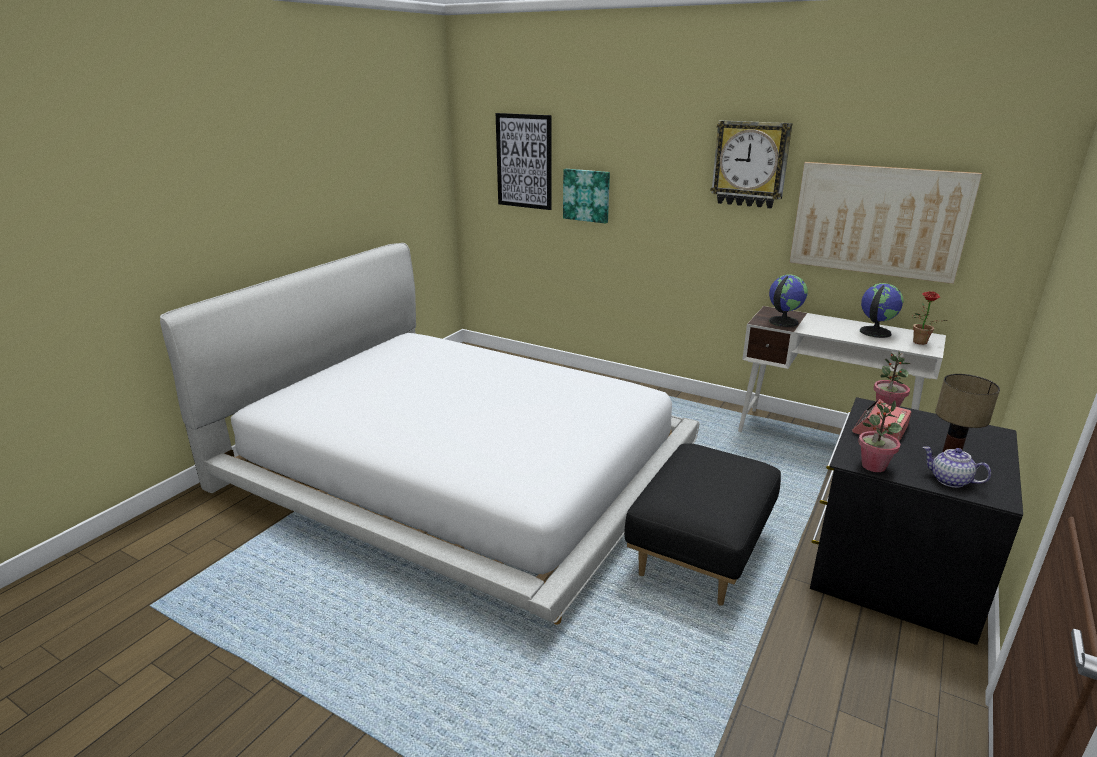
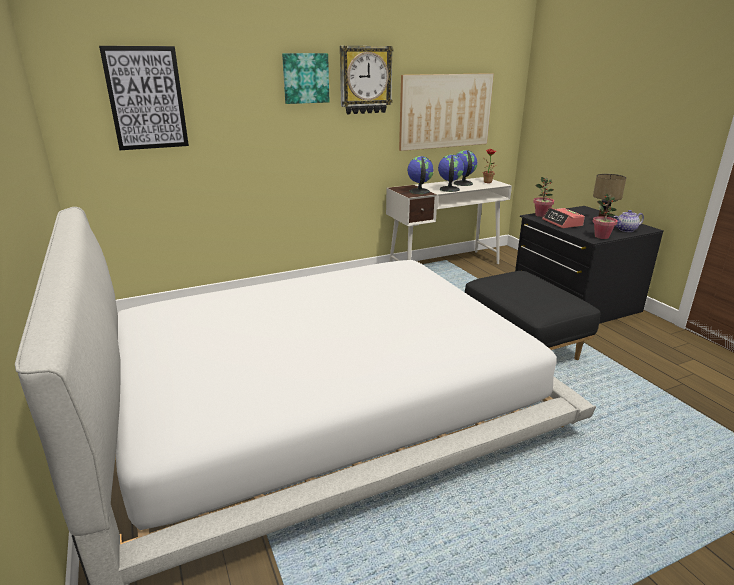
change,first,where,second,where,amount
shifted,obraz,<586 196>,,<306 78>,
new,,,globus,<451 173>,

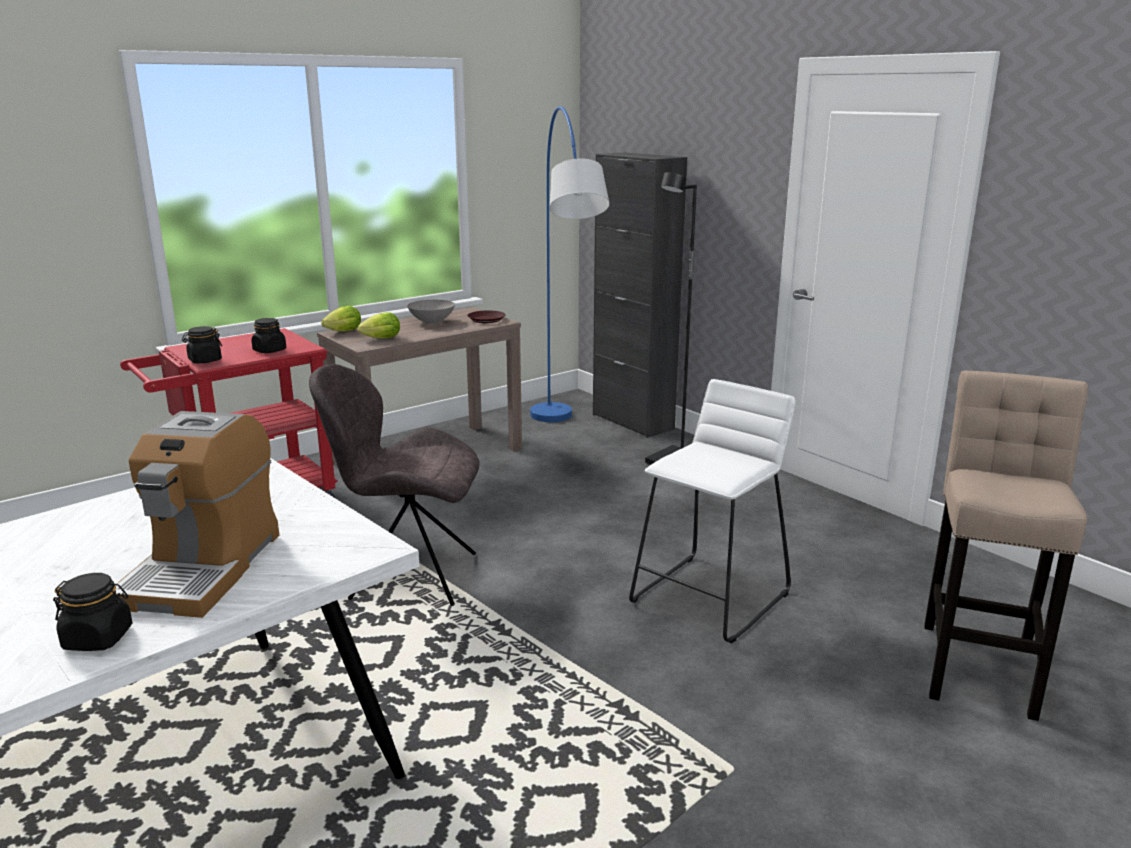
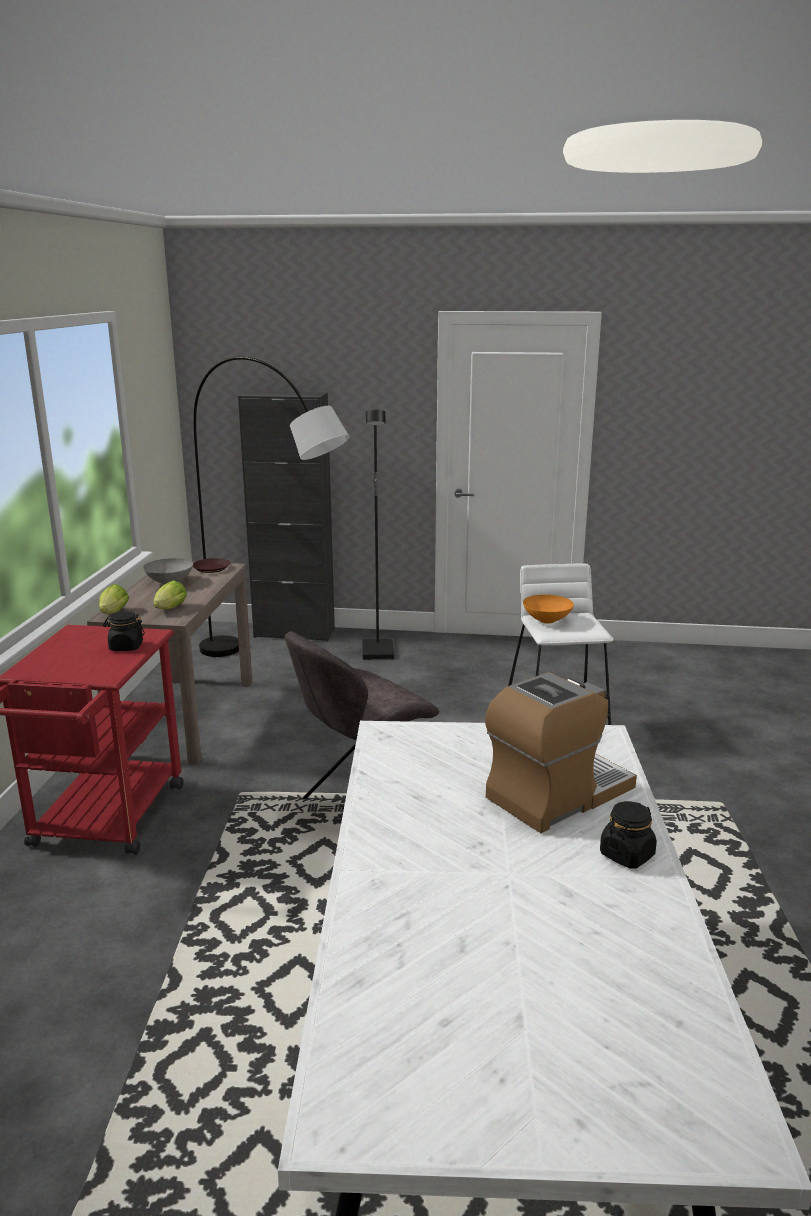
change,first,where,second,where,amount
repainted,lampa stojąca/niebieski,<570 264>,lampa stojąca/szary,<272 507>,
gone,słoik/czarny,<202 345>,,,
gone,stołek/beżowy,<1006 546>,,,
rotated,ekspres do kawy,<197 514>,,<561 752>,90 degrees counterclockwise
new,,,miska/pomarańczowy,<548 609>,

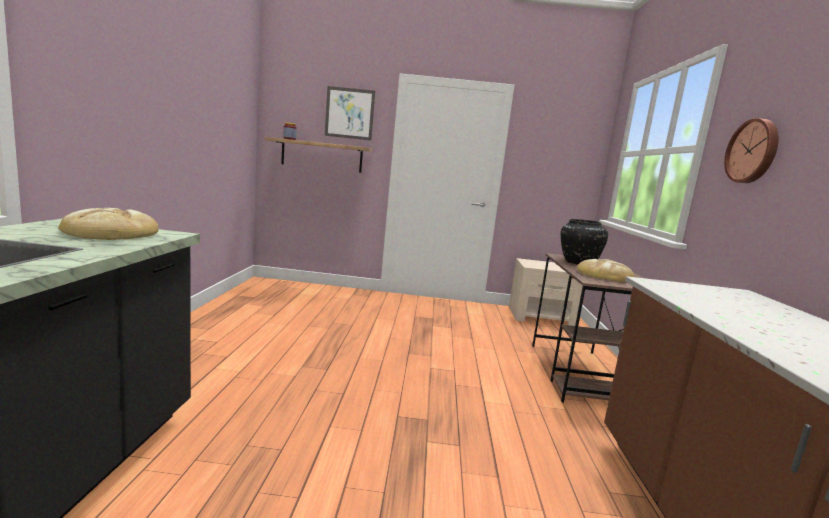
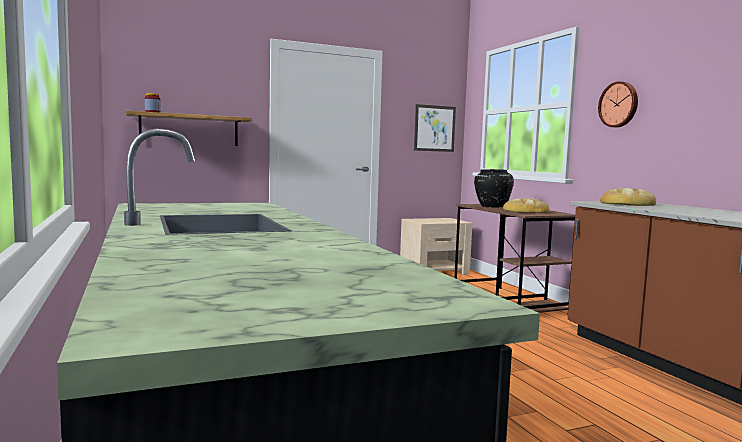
change,first,where,second,where,amount
shifted,obraz,<350 113>,,<435 128>,
shifted,chleb,<108 224>,,<628 197>,

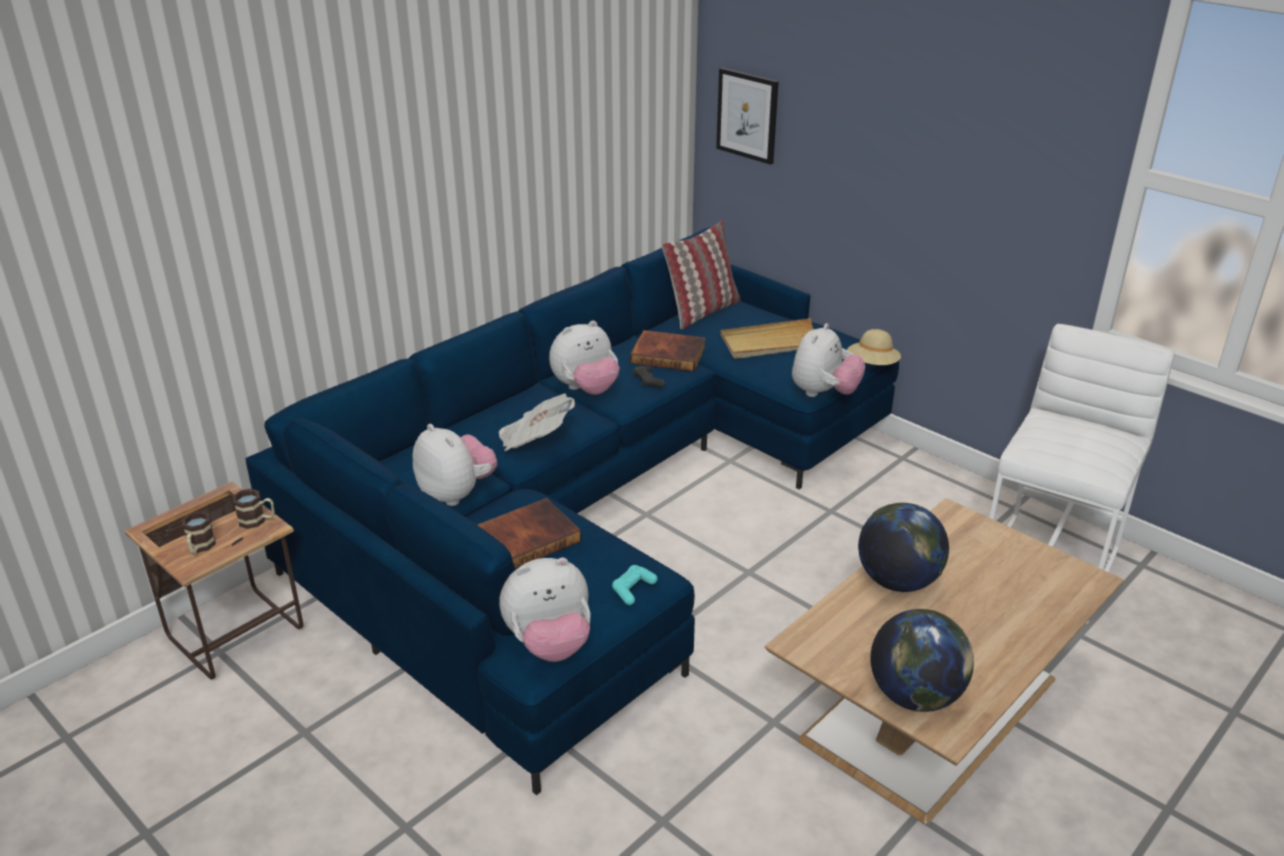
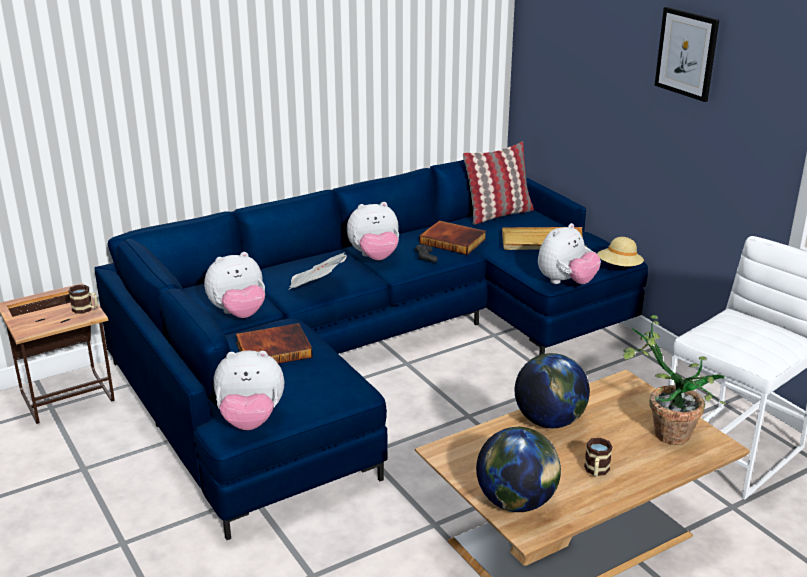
change,first,where,second,where,amount
shifted,obraz,<747 116>,,<687 54>,
rotated,pluszak,<455 465>,,<234 285>,90 degrees clockwise
shifted,kubek,<199 532>,,<598 457>,
gone,pad do gier/turkusowy,<634 585>,,,
new,,,roślina doniczkowa,<675 380>,

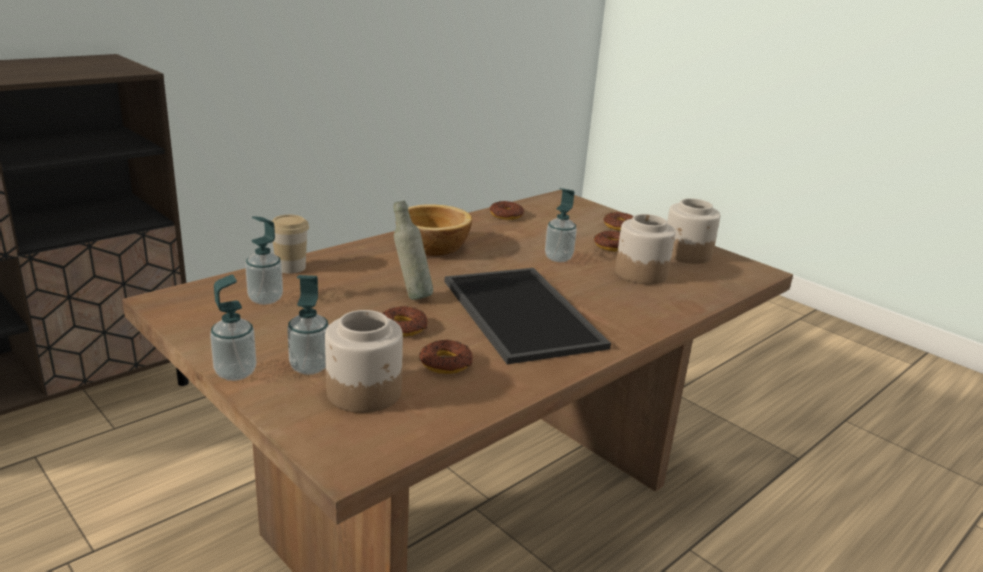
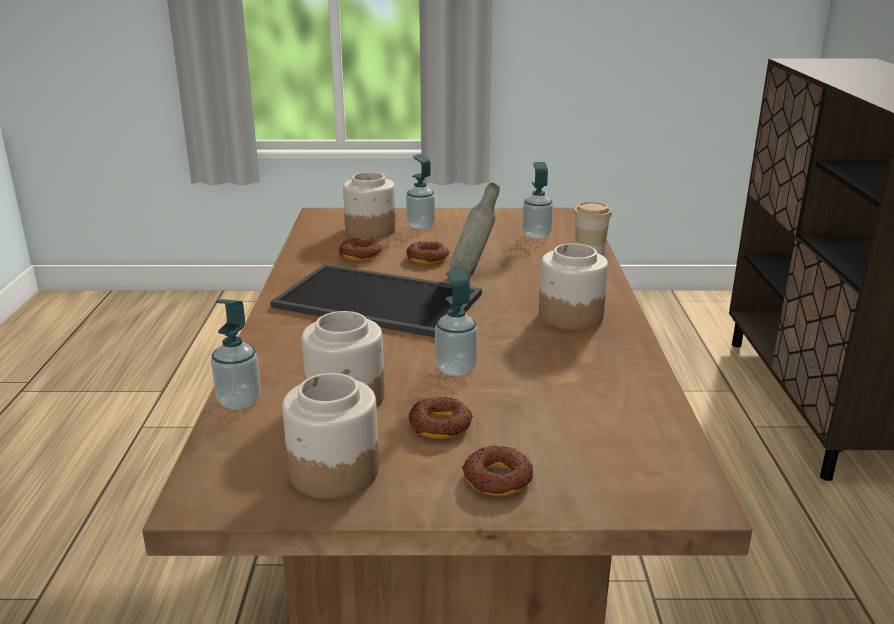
change,first,where,second,where,amount
gone,donut,<507 210>,,,
swapped,miska,<440 230>,słoik,<573 286>,
shifted,dozownik mydła,<233 328>,,<236 354>,

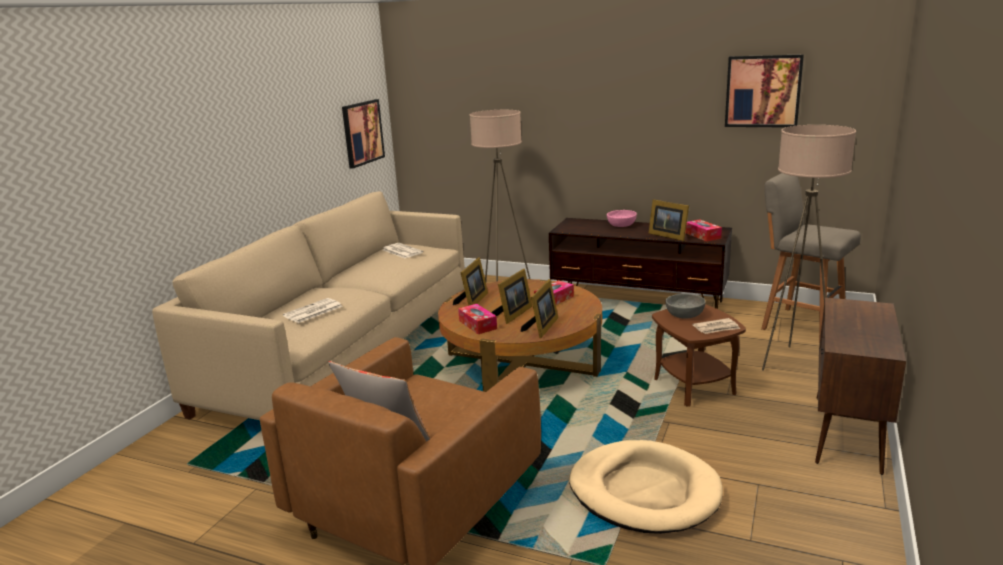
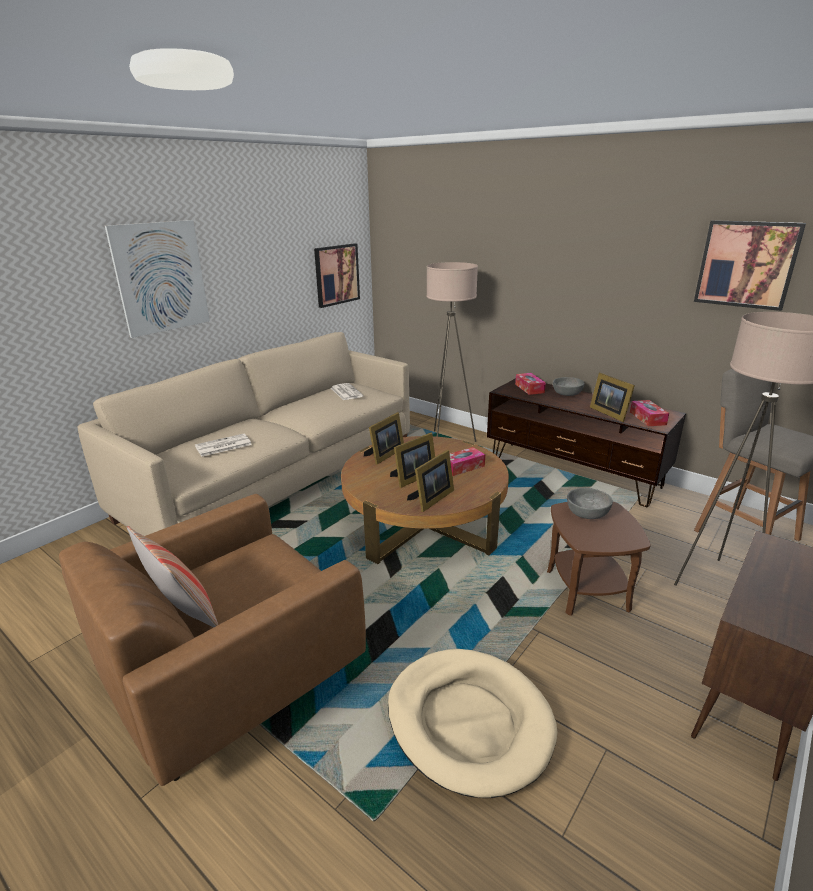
change,first,where,second,where,amount
repainted,miska/różowy,<622 218>,miska/szary,<569 386>,
shifted,pudełko chusteczek,<477 319>,,<530 384>,
gone,gazeta,<716 326>,,,
new,,,obraz,<157 279>,

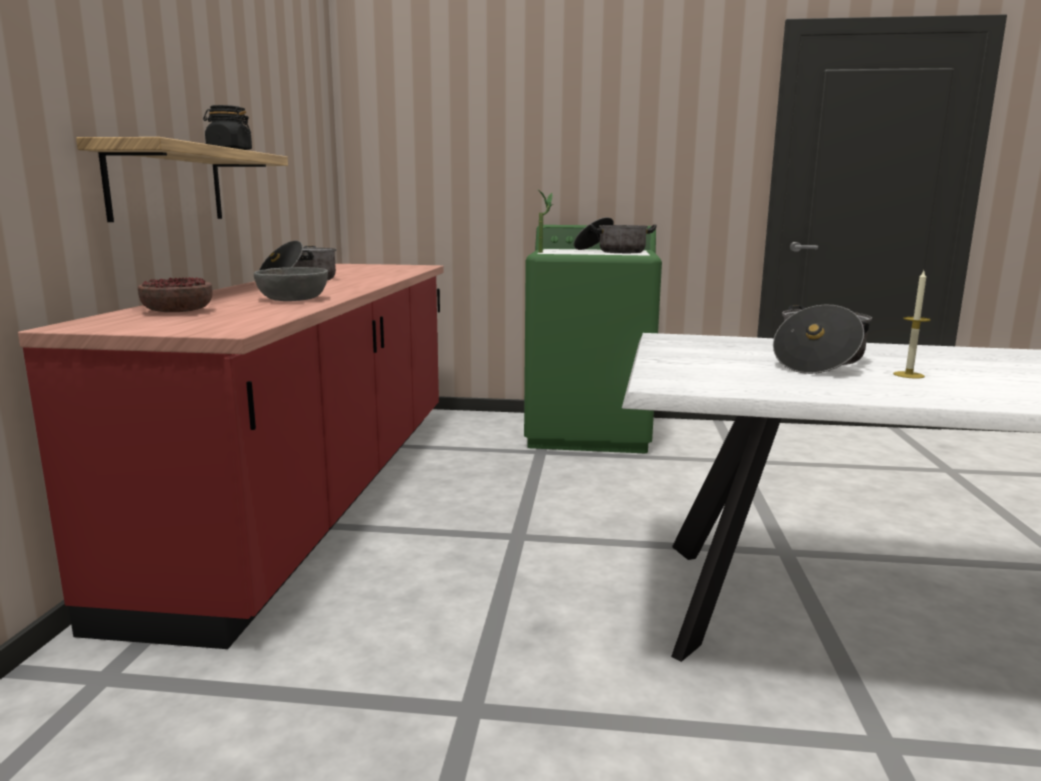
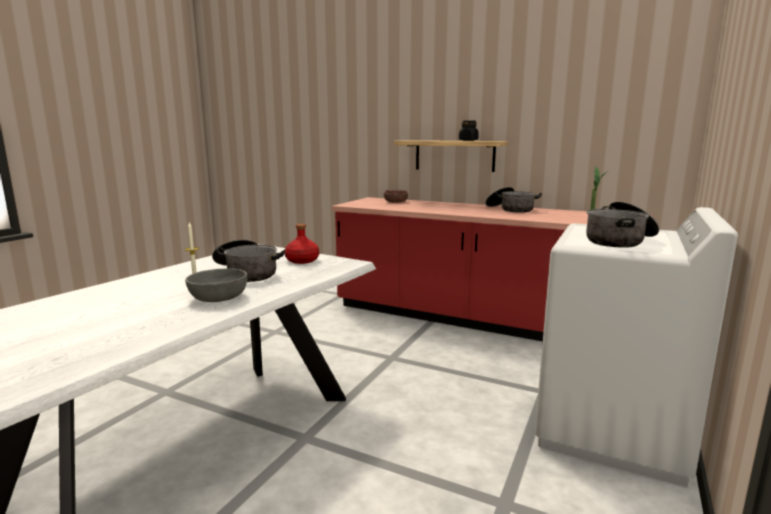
change,first,where,second,where,amount
repainted,pralka/zielony,<593 339>,pralka/biały,<636 347>,
shifted,miska/szary,<291 284>,,<216 285>,
new,,,butelka/czerwony,<302 244>,

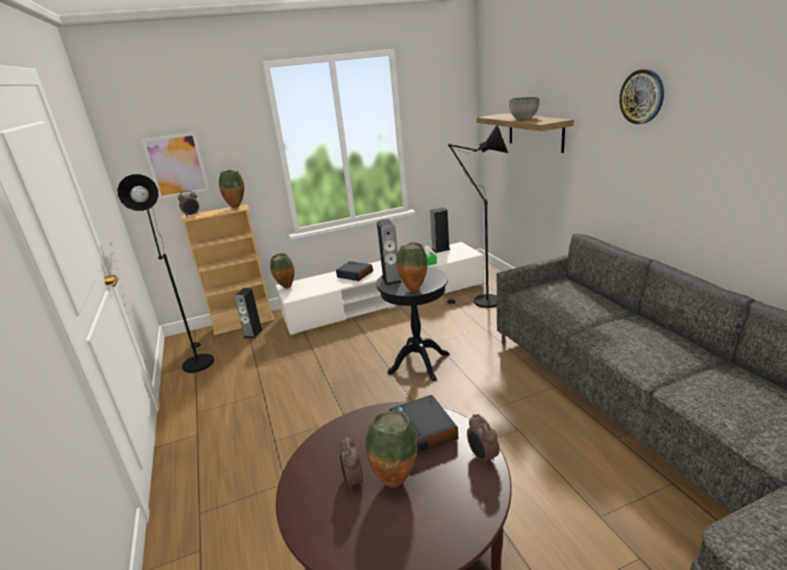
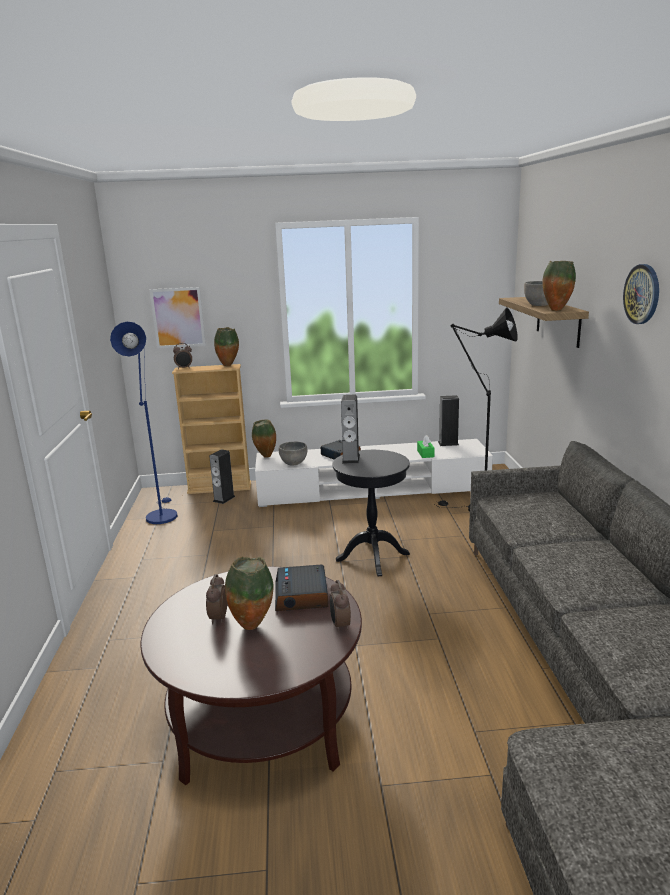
change,first,where,second,where,amount
repainted,lampa stojąca/czarny,<165 273>,lampa stojąca/niebieski,<143 423>,
shifted,wazon,<411 267>,,<559 286>,
new,,,miska/szary,<293 454>,

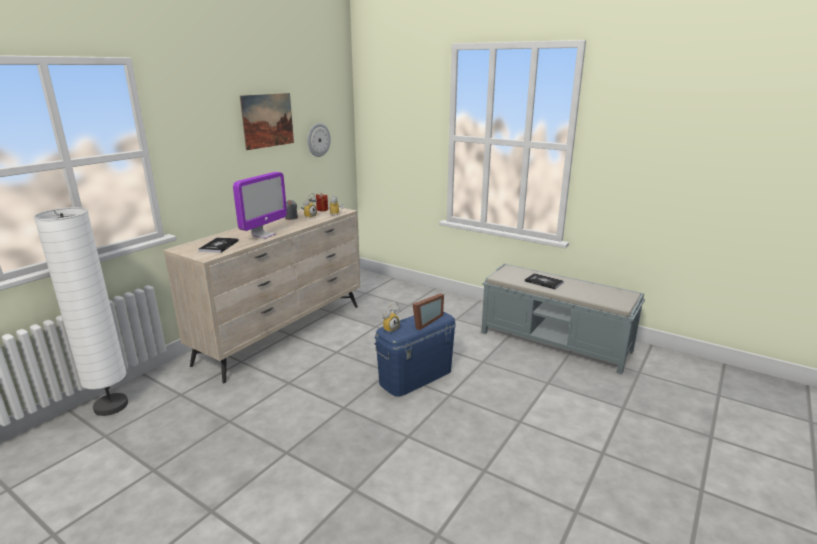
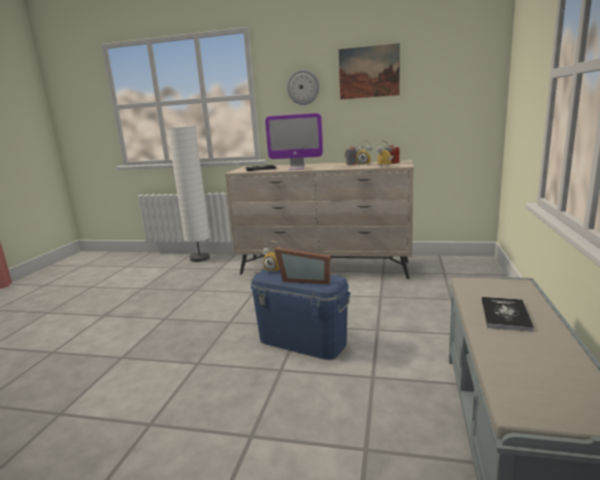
change,first,where,second,where,amount
shifted,zegar ścienny,<319 140>,,<303 87>,

